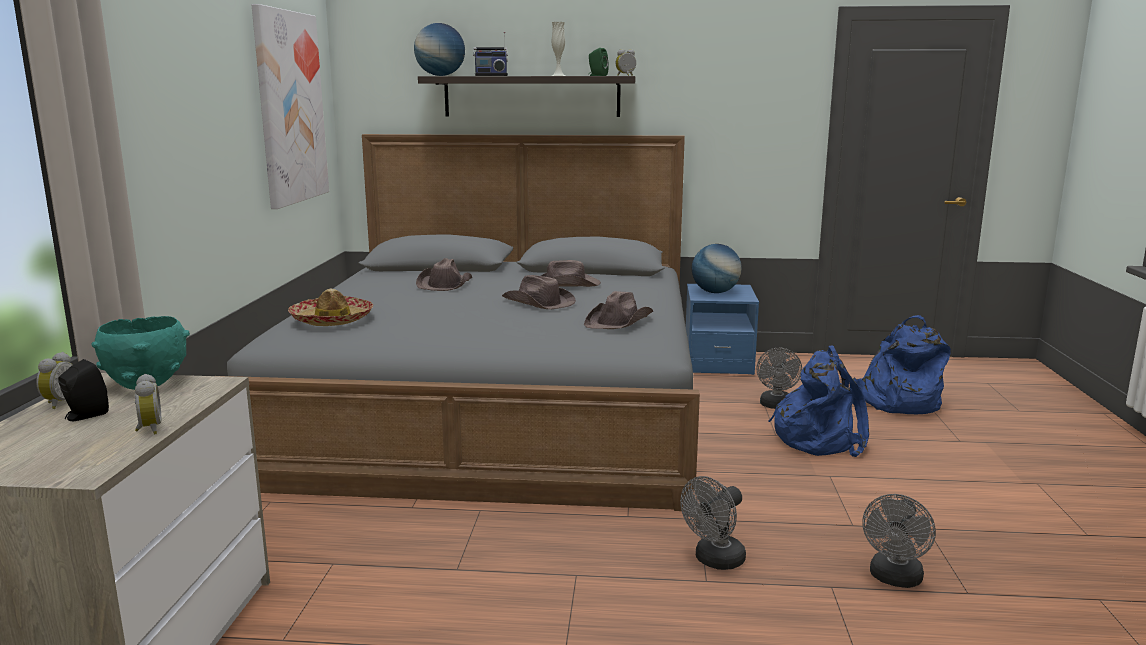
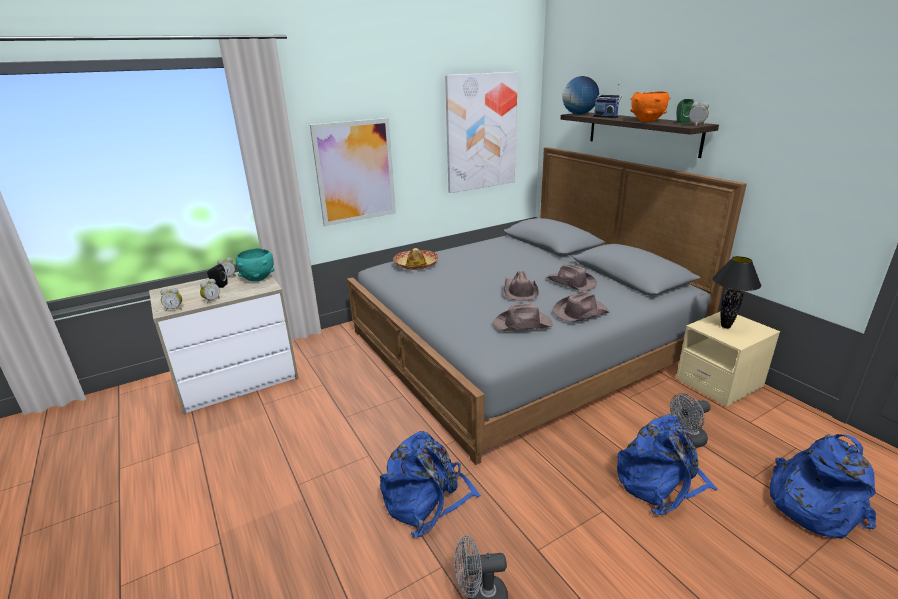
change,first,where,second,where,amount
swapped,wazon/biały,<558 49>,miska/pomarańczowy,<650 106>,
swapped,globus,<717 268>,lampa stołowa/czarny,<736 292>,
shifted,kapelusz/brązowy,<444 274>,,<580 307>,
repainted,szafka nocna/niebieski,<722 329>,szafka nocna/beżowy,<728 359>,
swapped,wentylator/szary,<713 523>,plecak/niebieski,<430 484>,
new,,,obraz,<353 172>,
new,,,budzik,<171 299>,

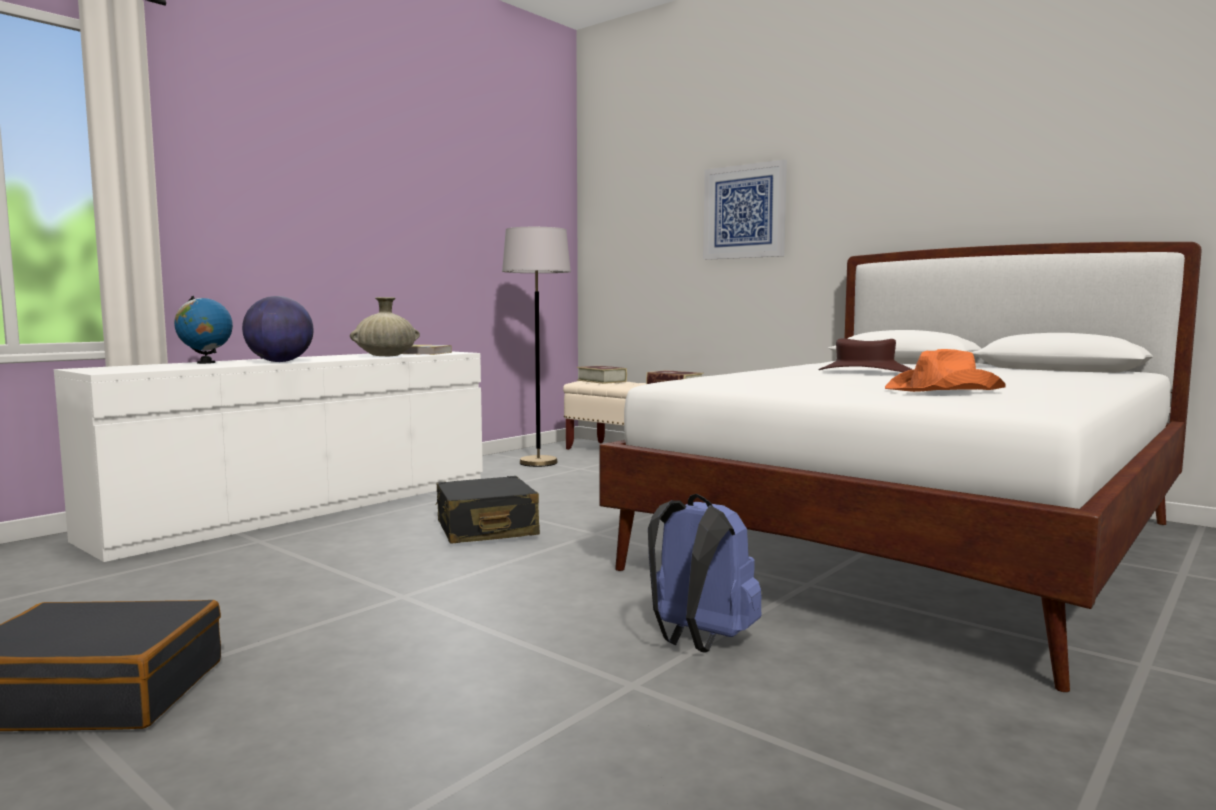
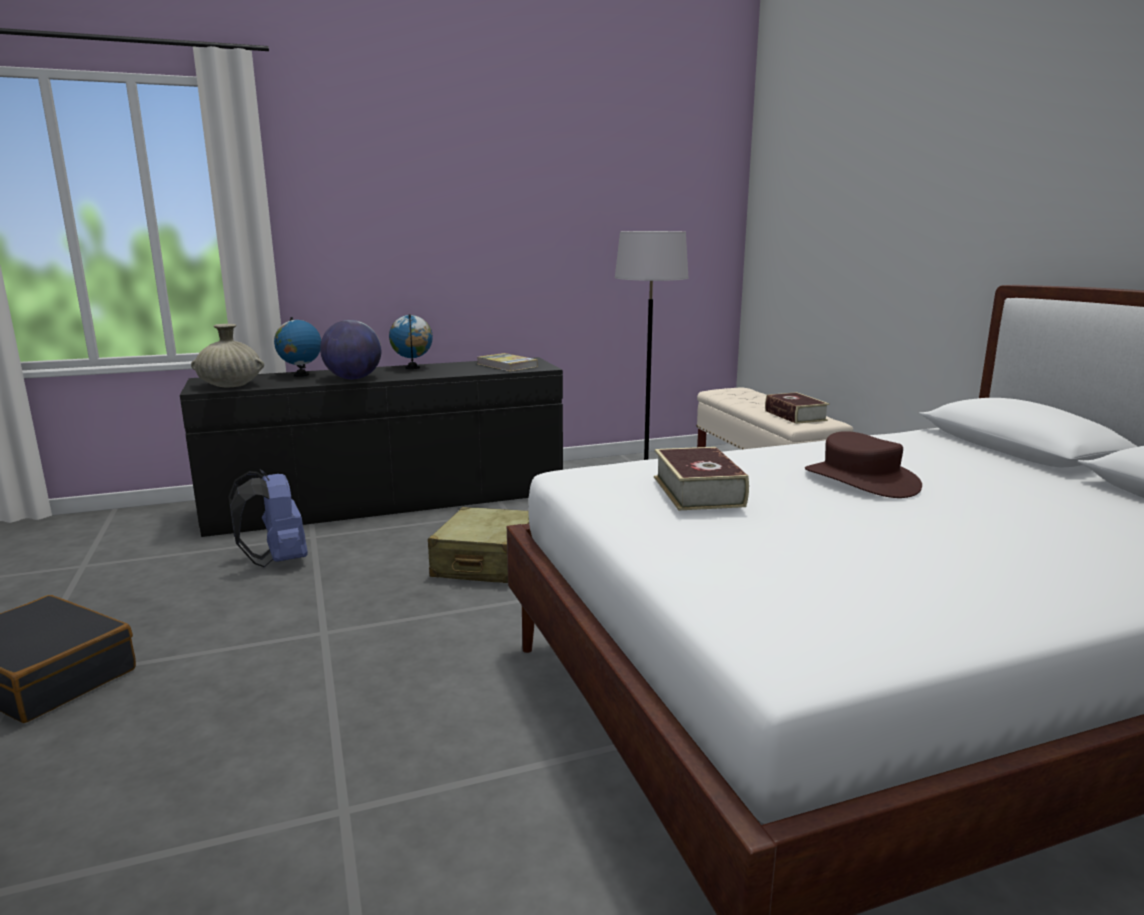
change,first,where,second,where,amount
gone,obraz,<745 209>,,,
shifted,wazon/beżowy,<385 326>,,<227 355>,
gone,kapelusz/pomarańczowy,<945 370>,,,
repainted,komoda/biały,<268 457>,komoda/czarny,<371 447>,
shifted,książka,<602 375>,,<701 478>,
repainted,walizka/czarny,<487 510>,walizka/beżowy,<478 545>,
shifted,plecak/niebieski,<704 573>,,<268 518>,
new,,,globus,<411 341>,

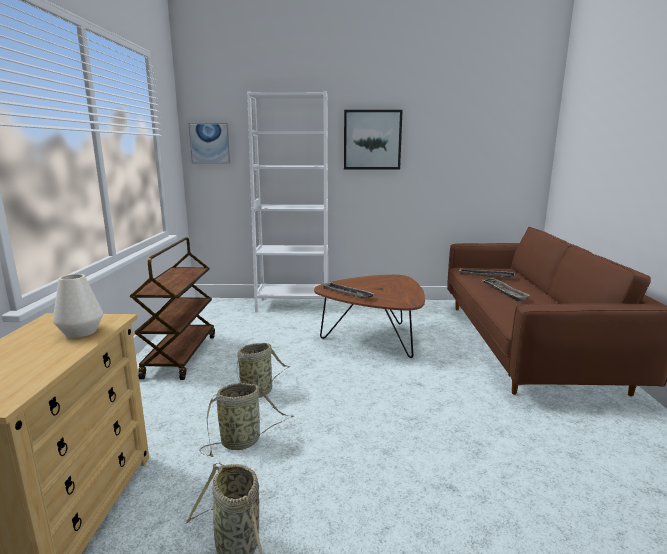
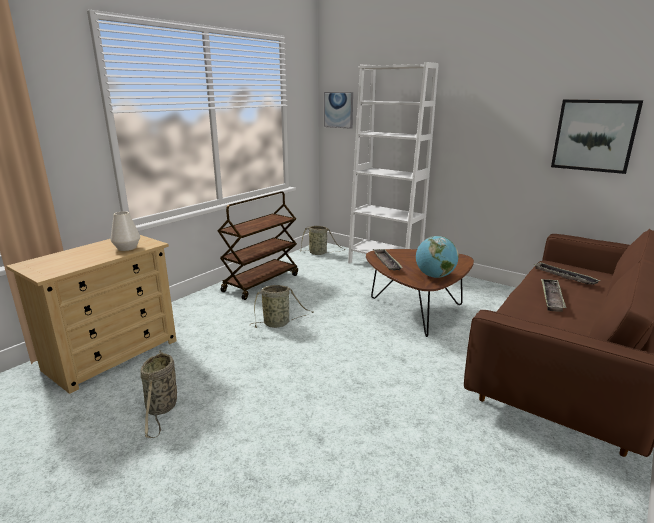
change,first,where,second,where,amount
shifted,obraz,<373 140>,,<597 136>,
shifted,koszyk,<247 420>,,<322 240>,
new,,,globus,<437 257>,

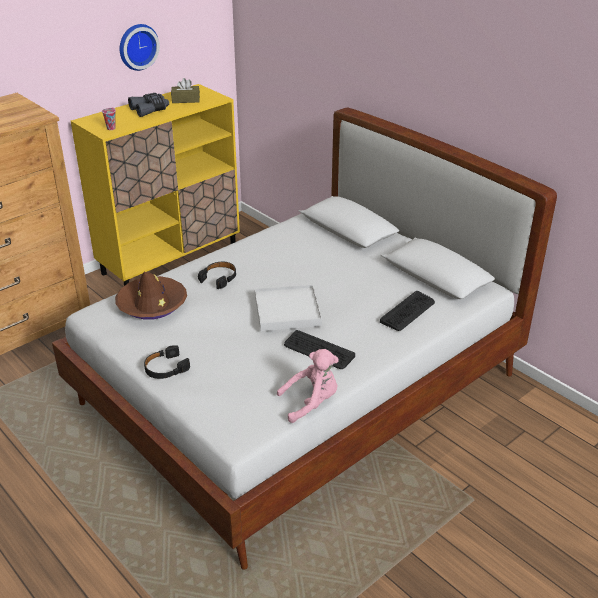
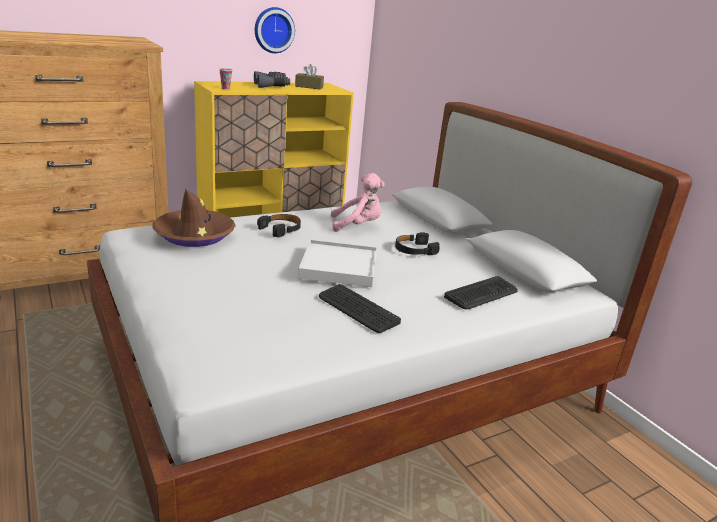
change,first,where,second,where,amount
shifted,słuchawki/czarny,<167 362>,,<417 243>,
shifted,pluszak/różowy,<308 386>,,<358 202>,

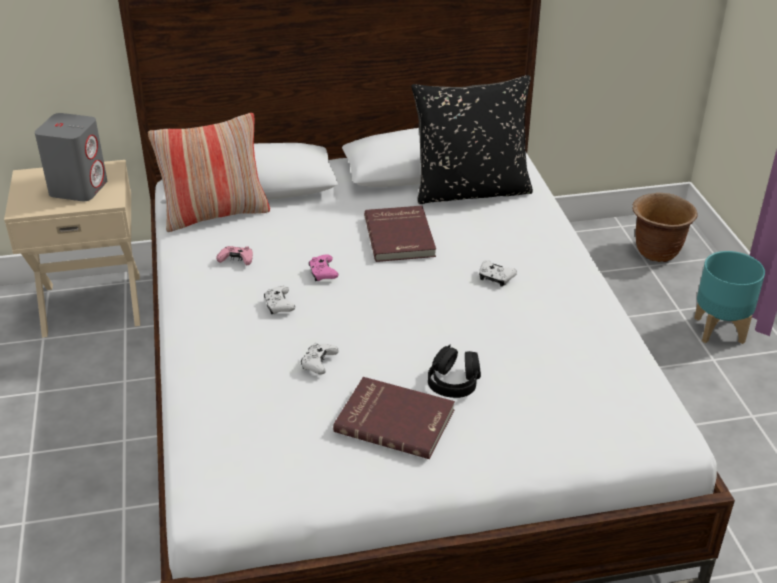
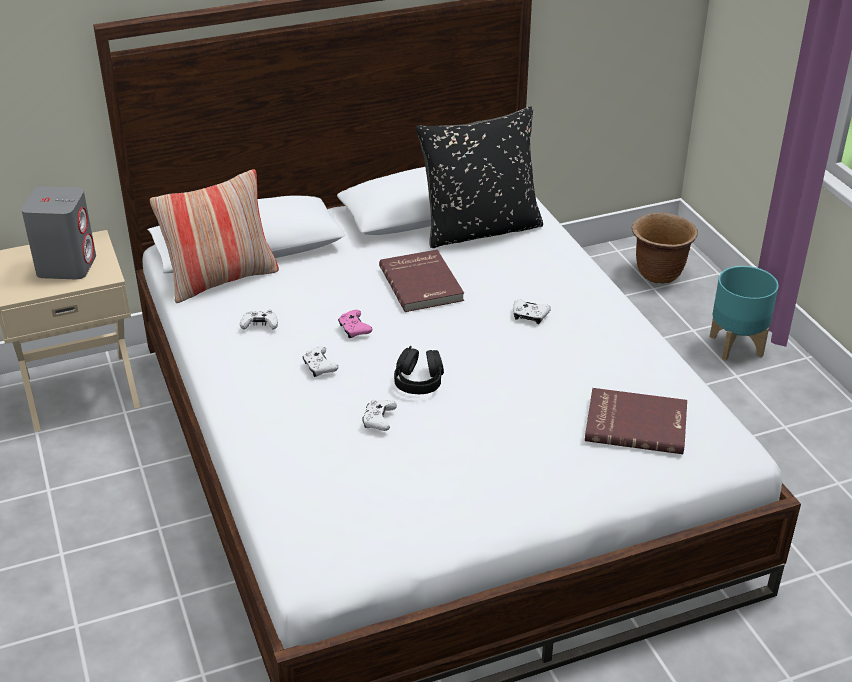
change,first,where,second,where,amount
repainted,pad do gier/różowy,<234 255>,pad do gier/biały,<259 320>,
shifted,słuchawki/czarny,<454 371>,,<419 370>,
shifted,książka/czerwony,<394 418>,,<636 421>,

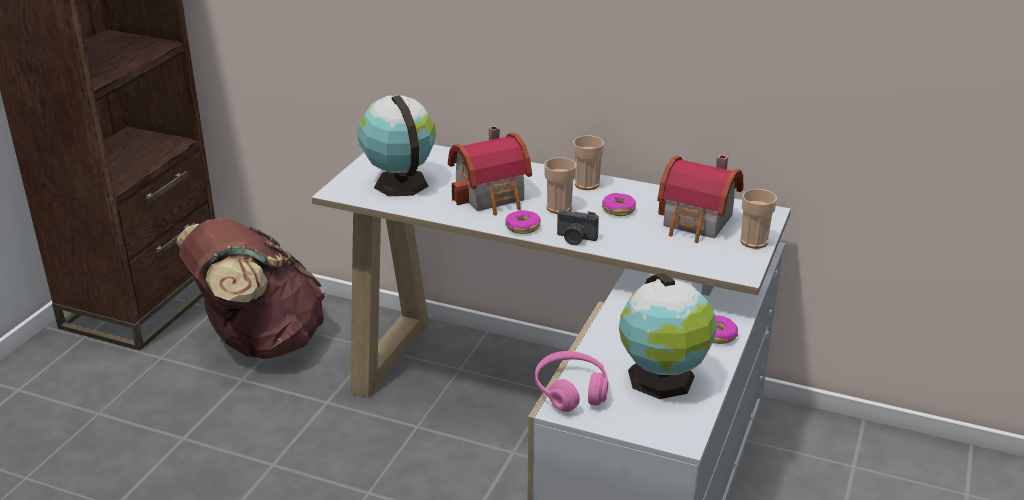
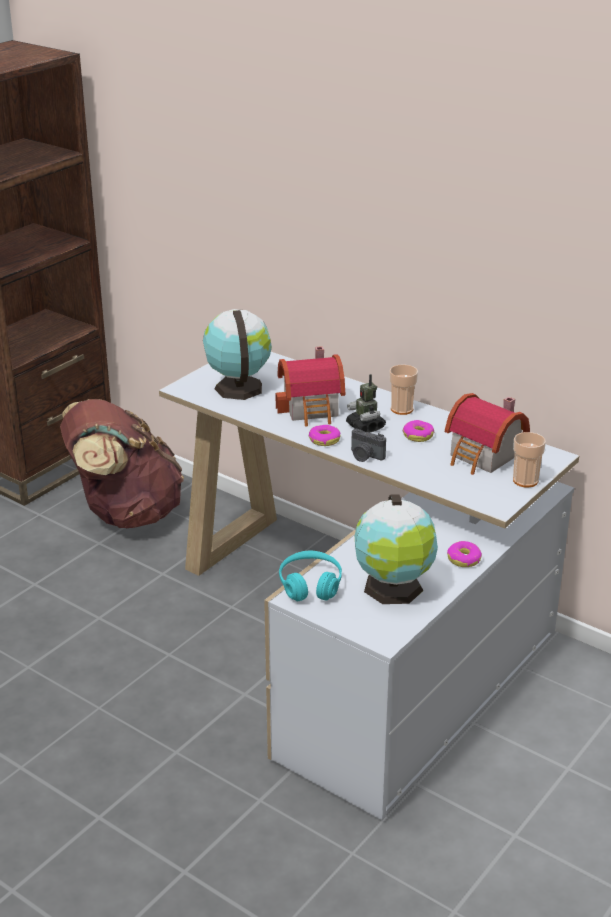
change,first,where,second,where,amount
swapped,filiżanka,<560 185>,robot zabawkowy,<366 403>,
repainted,słuchawki/różowy,<571 381>,słuchawki/turkusowy,<310 576>,

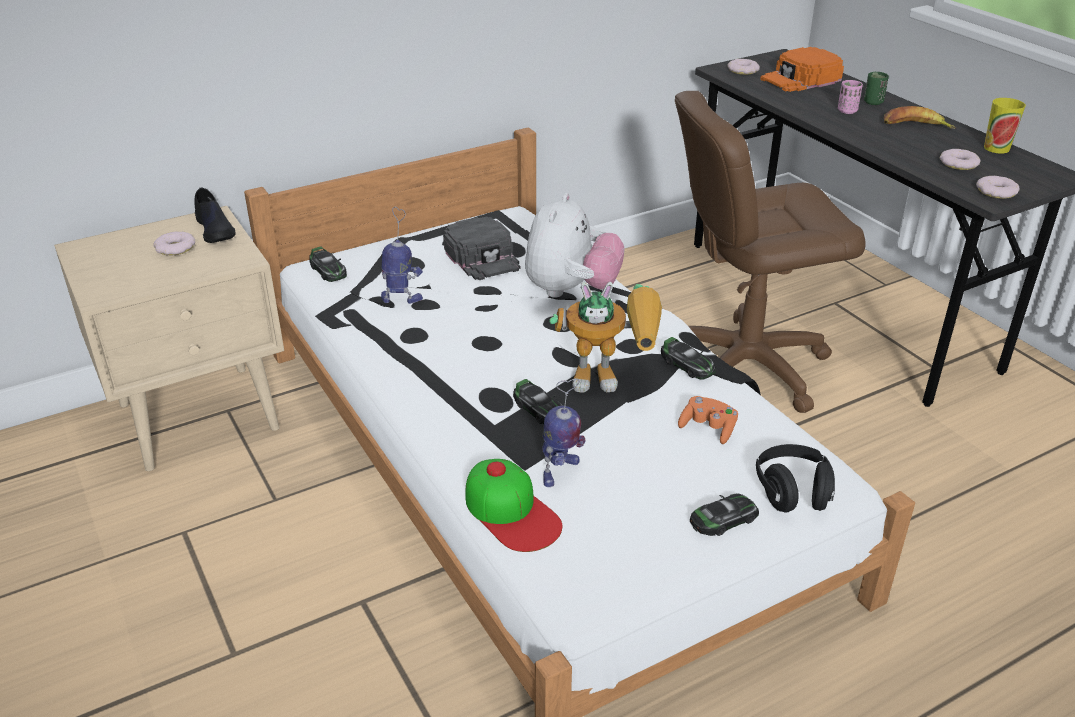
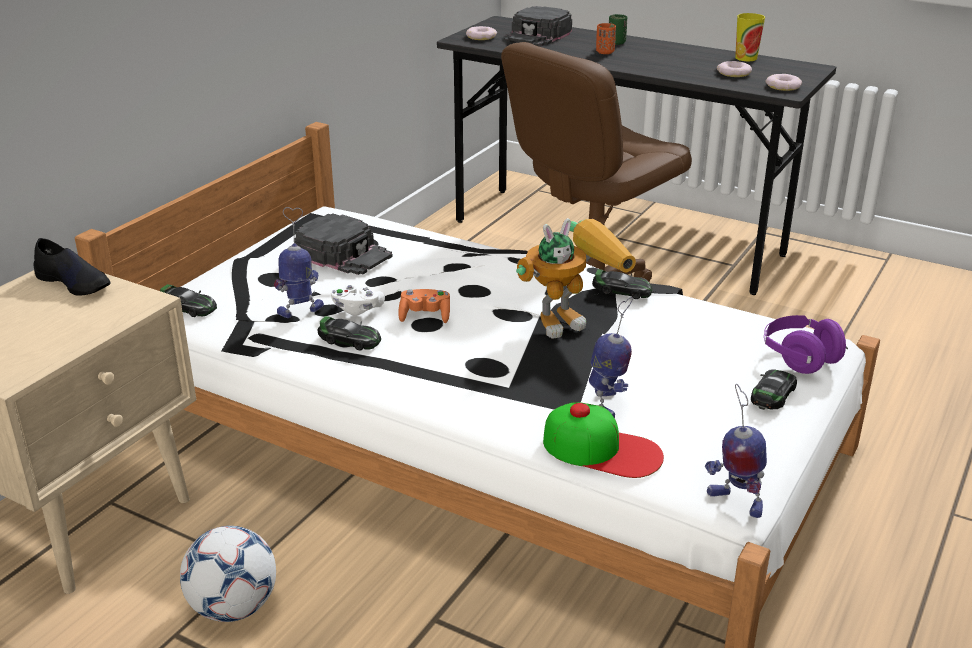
change,first,where,second,where,amount
repainted,czapka z daszkiem/pomarańczowy,<802 69>,czapka z daszkiem/czarny,<538 26>,
repainted,filiżanka/różowy,<850 97>,filiżanka/pomarańczowy,<606 38>,
gone,banan,<920 117>,,,
gone,pluszak,<575 245>,,,
gone,donut,<174 244>,,,
shifted,samochodzik,<538 401>,,<349 333>,
shifted,pad do gier/pomarańczowy,<708 420>,,<424 306>,
repainted,słuchawki/czarny,<795 478>,słuchawki/fioletowy,<806 344>,
new,,,pad do gier/biały,<358 300>,
new,,,robot zabawkowy,<736 451>,
new,,,piłka futbolowa,<228 574>,

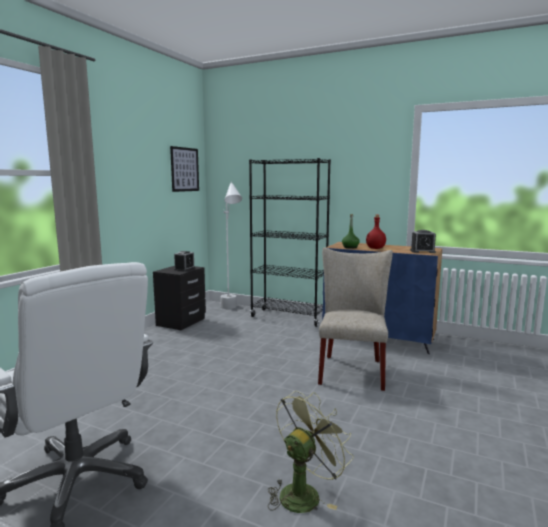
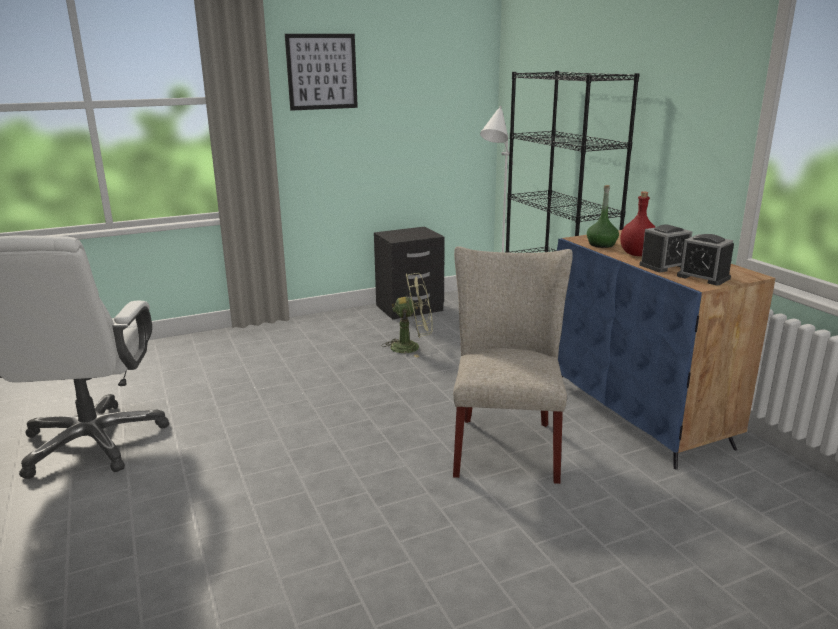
change,first,where,second,where,amount
shifted,obraz,<184 169>,,<321 72>,
rotated,krzesło/beżowy,<355 319>,,<513 365>,45 degrees counterclockwise
shifted,budzik,<184 261>,,<665 248>,
shifted,wentylator/zielony,<311 452>,,<407 315>,

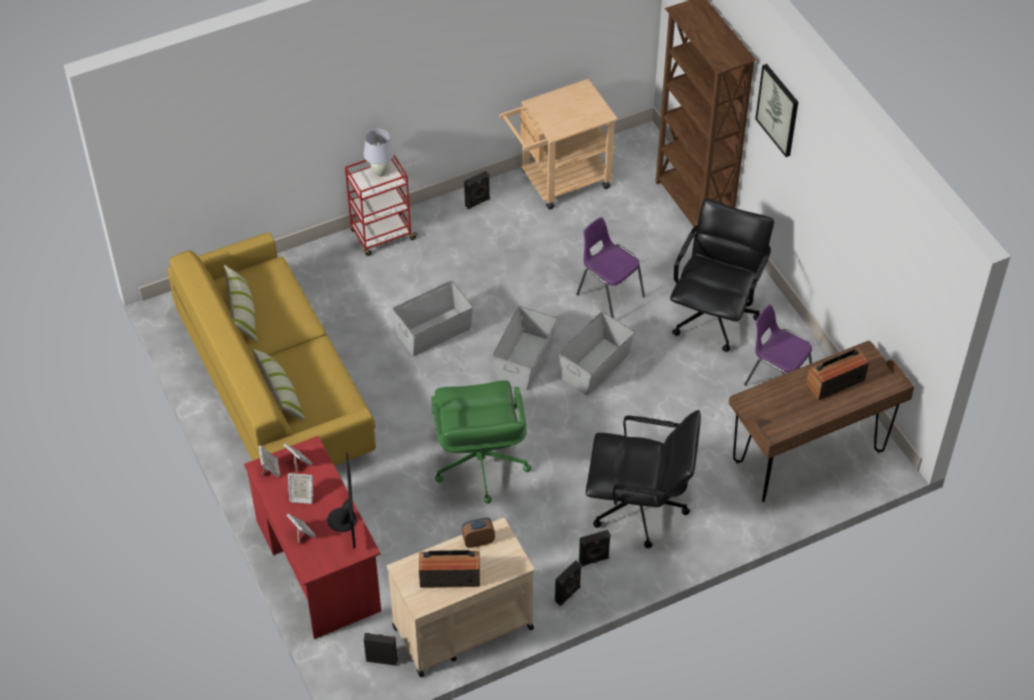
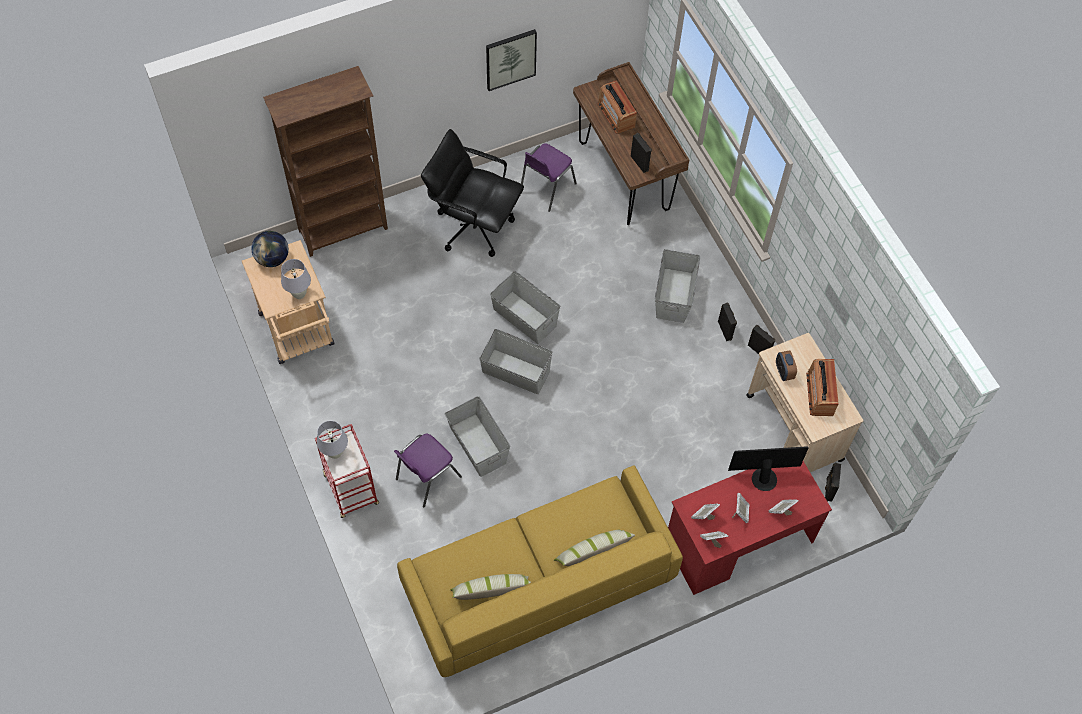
change,first,where,second,where,amount
shifted,obraz,<776 110>,,<511 60>,
shifted,głośnik/czarny,<477 190>,,<641 153>,
shifted,krzesło/fioletowy,<610 267>,,<428 470>,
gone,krzesło biurowe/zielony,<481 442>,,,
swapped,krzesło biurowe/czarny,<643 479>,pojemnik do przechowywania/szary,<677 286>,
new,,,globus,<270 249>,
new,,,lampa stołowa/biały,<296 279>,

